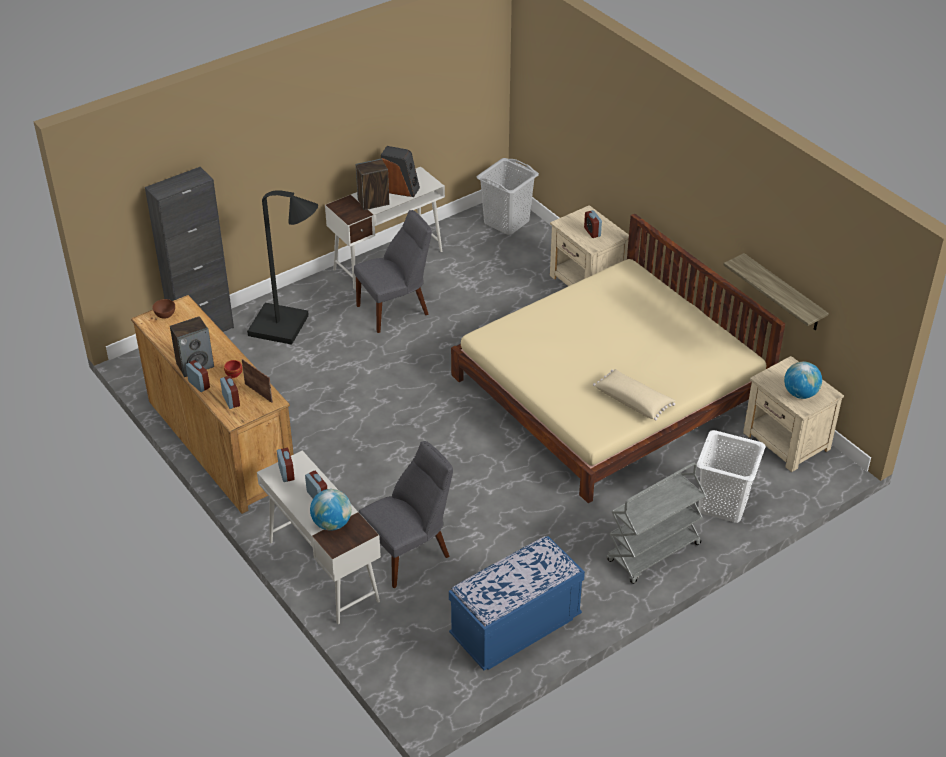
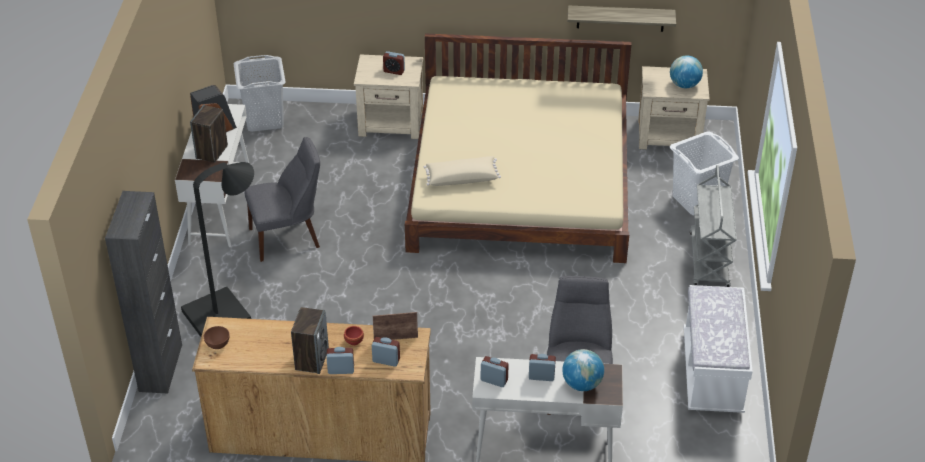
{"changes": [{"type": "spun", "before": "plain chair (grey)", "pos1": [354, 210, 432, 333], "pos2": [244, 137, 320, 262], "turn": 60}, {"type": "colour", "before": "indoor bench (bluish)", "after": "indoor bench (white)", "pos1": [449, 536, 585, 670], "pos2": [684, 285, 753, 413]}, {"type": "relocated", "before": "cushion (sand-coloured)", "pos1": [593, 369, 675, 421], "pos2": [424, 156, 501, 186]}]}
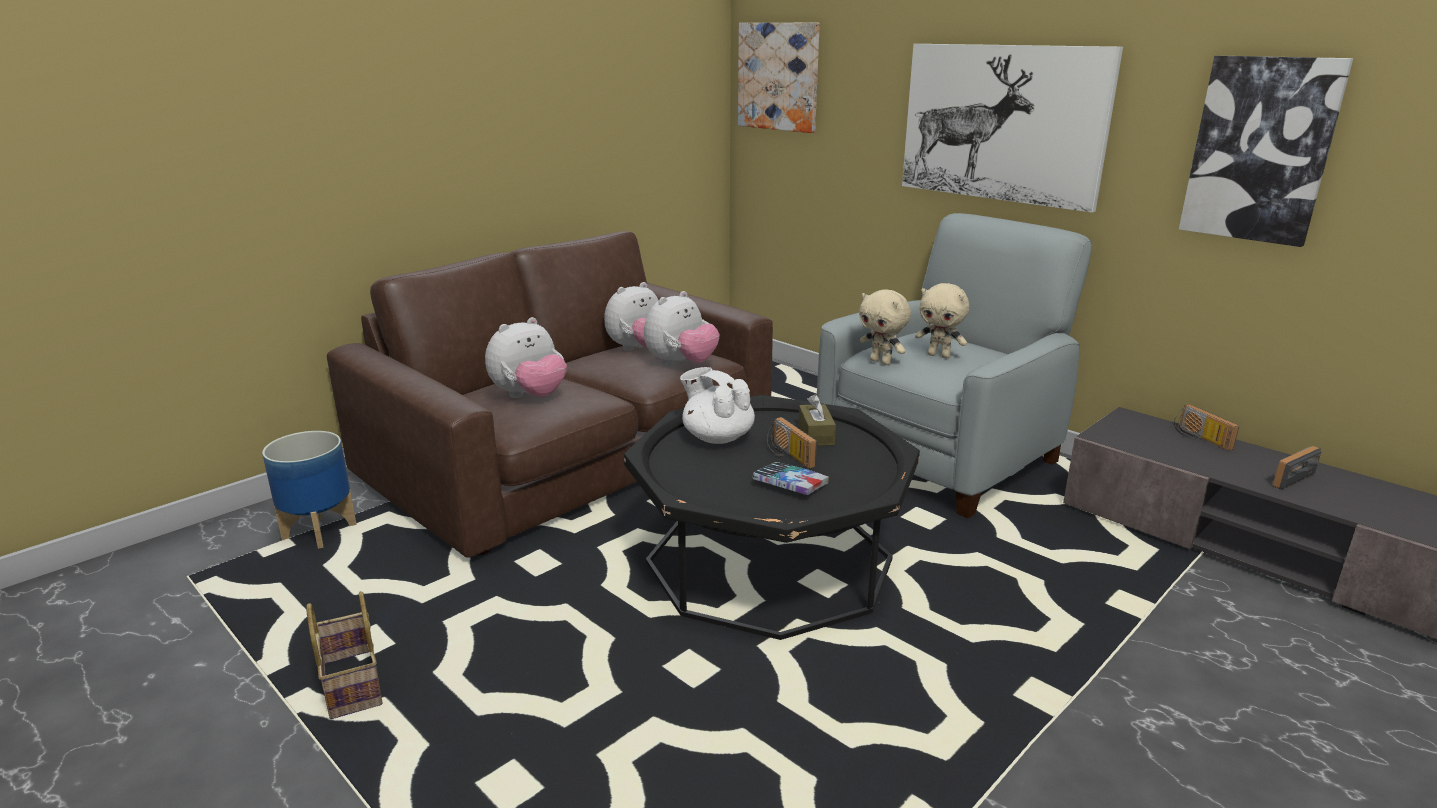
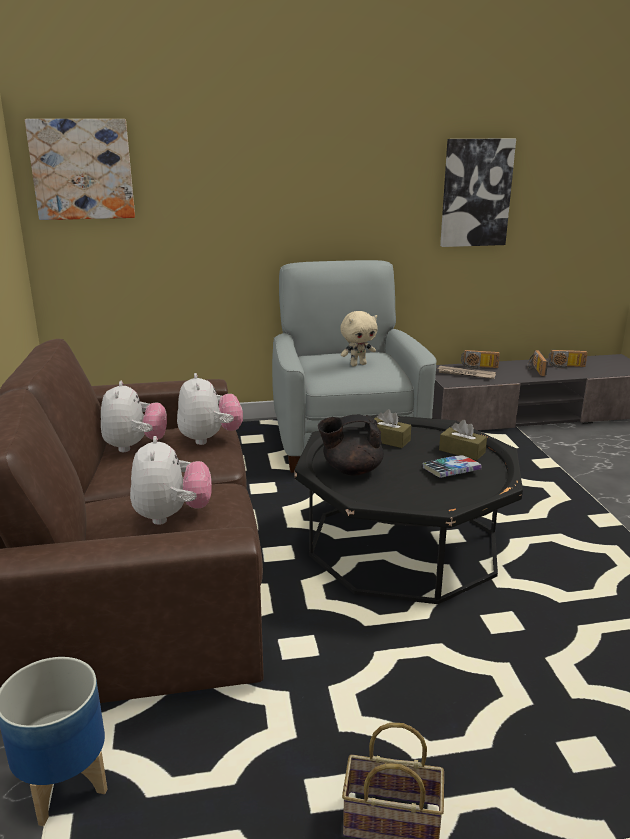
{"changes": [{"type": "colour", "before": "tea pot (white)", "after": "tea pot (black-coloured)", "pos1": [680, 367, 755, 444], "pos2": [318, 415, 384, 476]}, {"type": "relocated", "before": "radio", "pos1": [767, 417, 817, 469], "pos2": [548, 350, 587, 368]}, {"type": "missing", "before": "plush toy (sand-coloured)", "pos1": [859, 289, 911, 365]}, {"type": "missing", "before": "picture", "pos1": [902, 44, 1123, 213]}, {"type": "appeared", "after": "printed paper", "pos2": [437, 366, 496, 379]}, {"type": "appeared", "after": "box of tissues (brownish)", "pos2": [439, 420, 487, 460]}]}
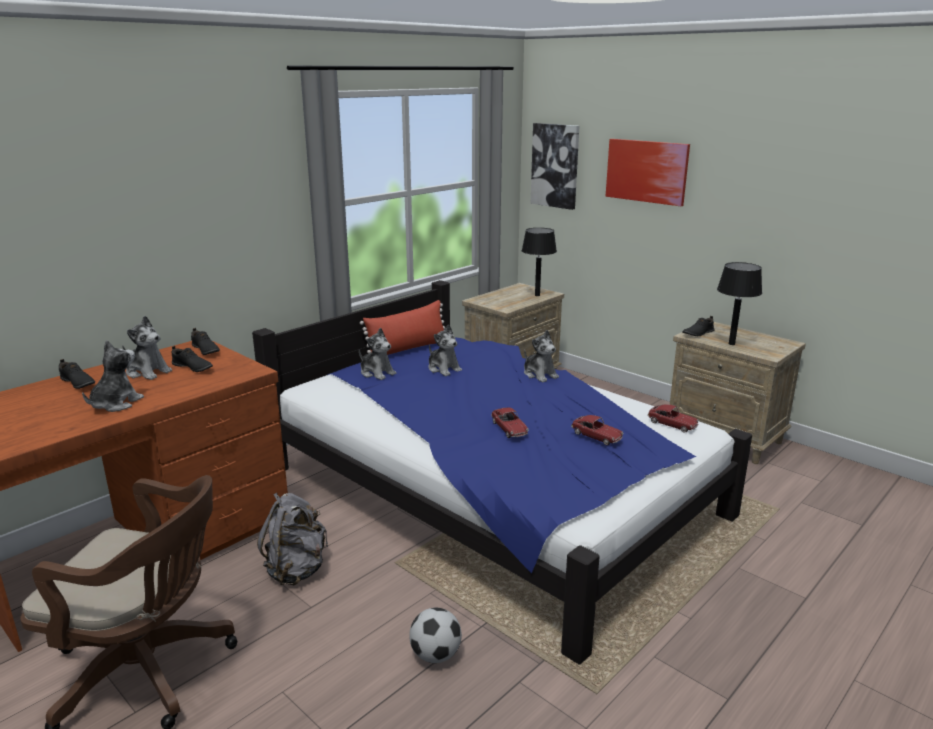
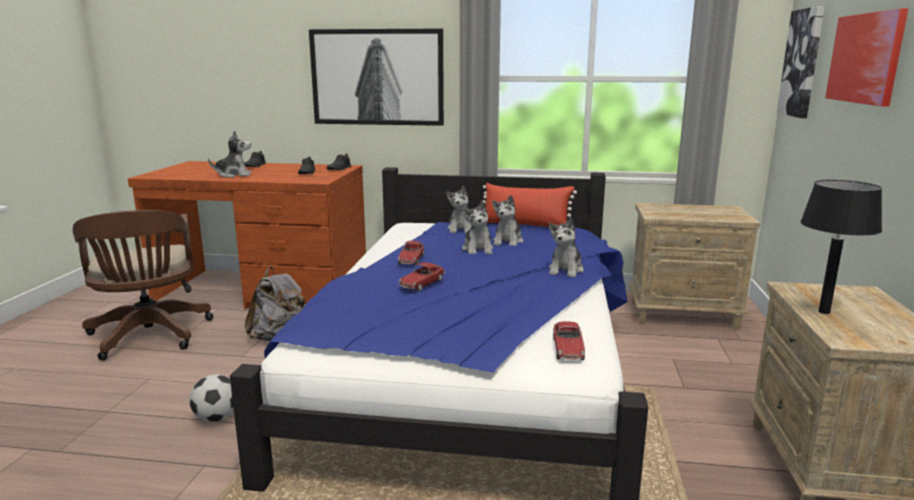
{"changes": [{"type": "relocated", "before": "plush toy", "pos1": [122, 316, 172, 380], "pos2": [462, 201, 493, 254]}, {"type": "missing", "before": "tabletop lamp (black-coloured)", "pos1": [522, 228, 557, 296]}, {"type": "relocated", "before": "miniature car", "pos1": [571, 415, 624, 445], "pos2": [398, 241, 425, 265]}, {"type": "missing", "before": "low shoe (black-coloured)", "pos1": [682, 316, 714, 336]}, {"type": "appeared", "after": "picture", "pos2": [309, 29, 444, 126]}]}
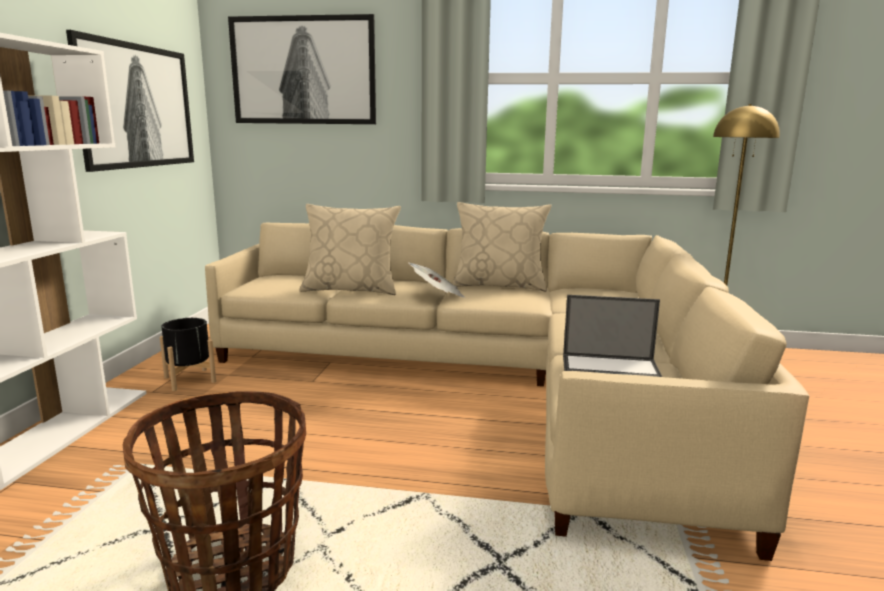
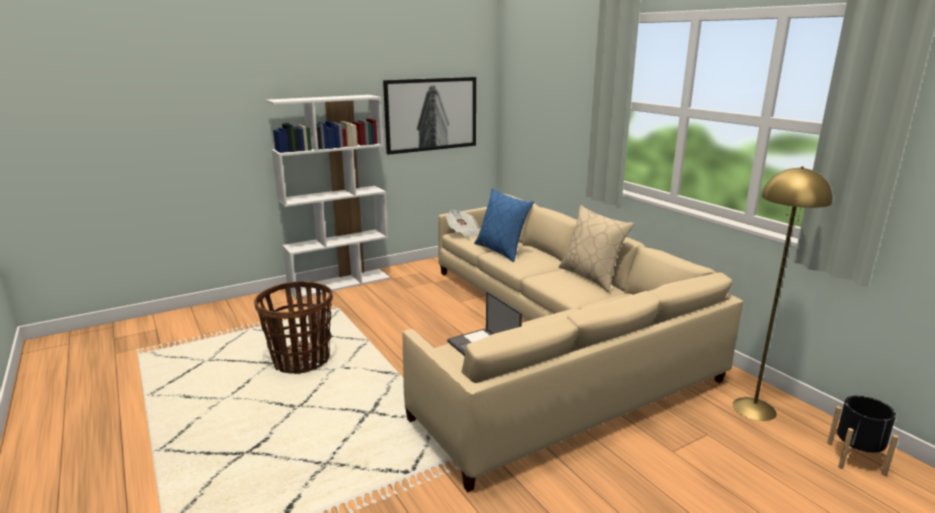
{"changes": [{"type": "relocated", "before": "plant pot (black-coloured)", "pos1": [160, 318, 216, 391], "pos2": [827, 396, 899, 476]}, {"type": "missing", "before": "picture", "pos1": [228, 14, 376, 124]}, {"type": "colour", "before": "cushion (sand-coloured)", "after": "cushion (bluish)", "pos1": [299, 204, 401, 295], "pos2": [474, 188, 534, 262]}, {"type": "relocated", "before": "printed paper", "pos1": [408, 262, 465, 298], "pos2": [446, 210, 480, 238]}]}
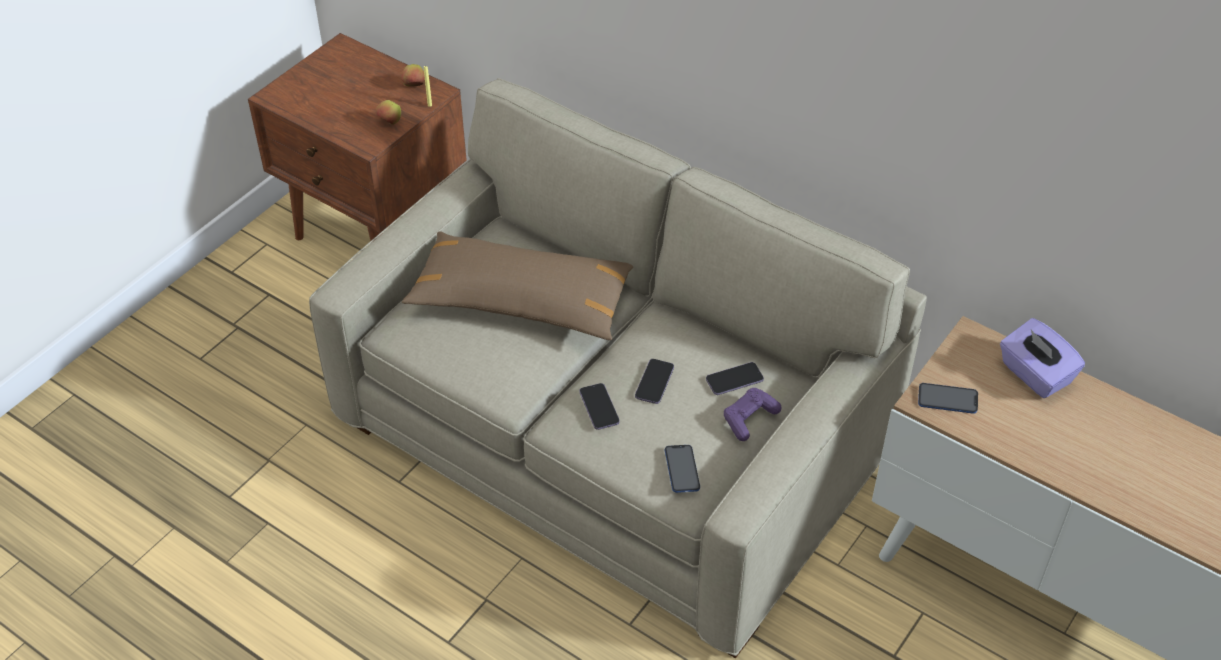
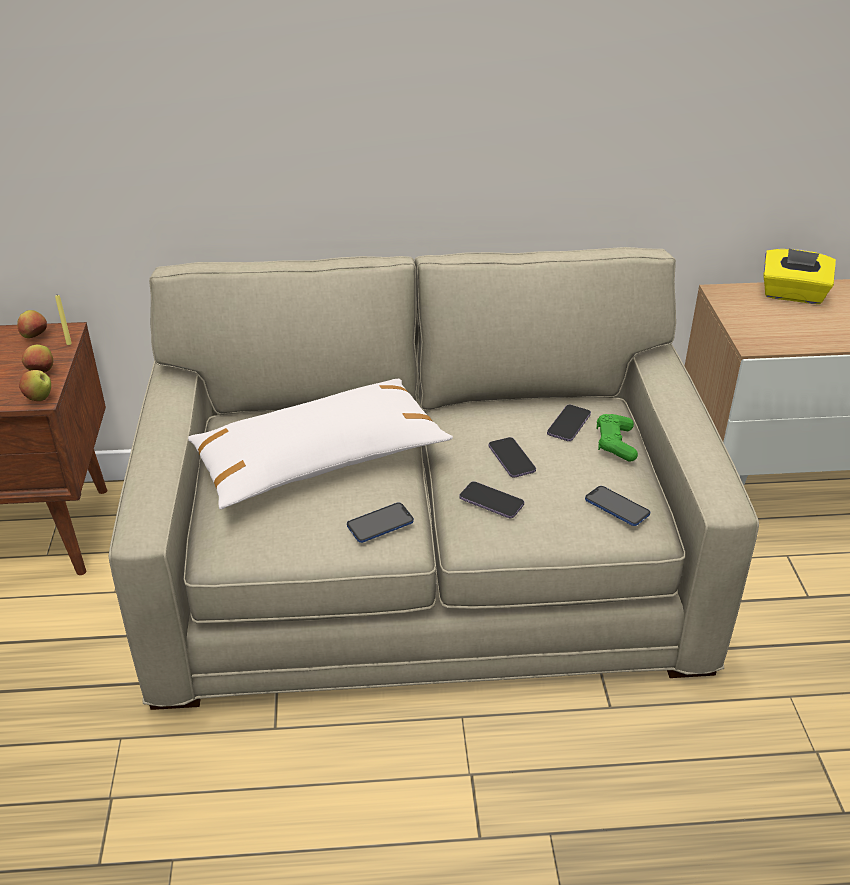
{"changes": [{"type": "colour", "before": "cushion (brownish)", "after": "cushion (white)", "pos1": [402, 231, 633, 340], "pos2": [188, 379, 453, 509]}, {"type": "colour", "before": "game controller (purple-coloured)", "after": "game controller (greenish)", "pos1": [724, 388, 782, 441], "pos2": [597, 414, 638, 462]}, {"type": "relocated", "before": "telephone", "pos1": [918, 383, 978, 414], "pos2": [347, 502, 414, 543]}, {"type": "colour", "before": "box of tissues (purple-coloured)", "after": "box of tissues (yellow-coloured)", "pos1": [1000, 318, 1085, 398], "pos2": [763, 248, 836, 304]}, {"type": "appeared", "after": "whole apple", "pos2": [19, 370, 51, 401]}]}
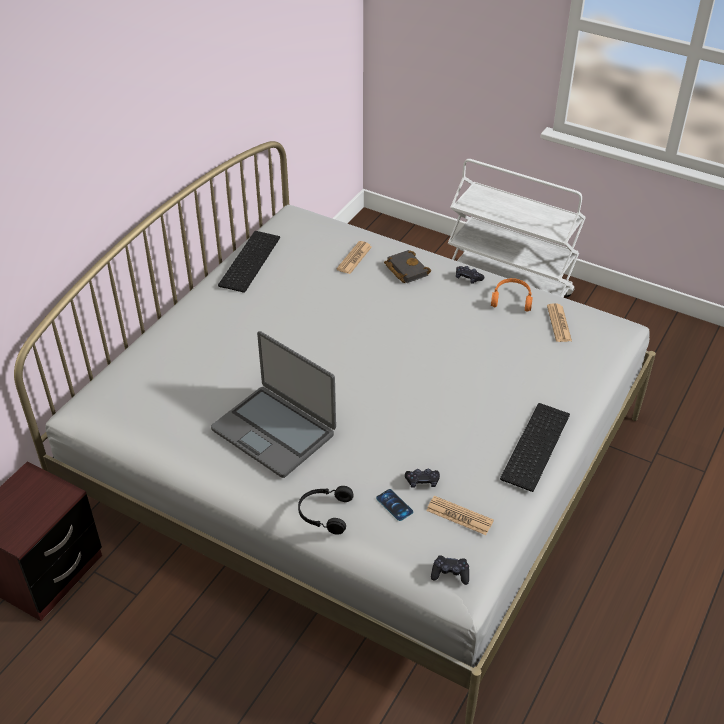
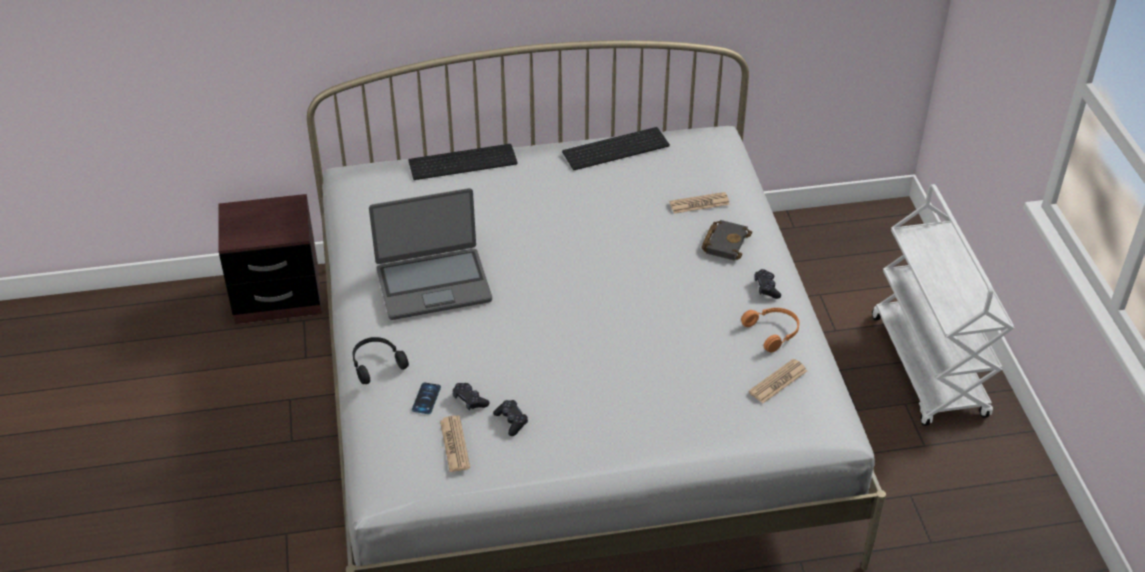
{"changes": [{"type": "spun", "before": "notebook computer", "pos1": [211, 331, 336, 478], "pos2": [369, 188, 492, 320], "turn": -105}, {"type": "relocated", "before": "game controller (black-coloured)", "pos1": [431, 555, 469, 585], "pos2": [493, 400, 528, 436]}, {"type": "relocated", "before": "PC keyboard", "pos1": [500, 403, 570, 492], "pos2": [408, 144, 518, 180]}]}
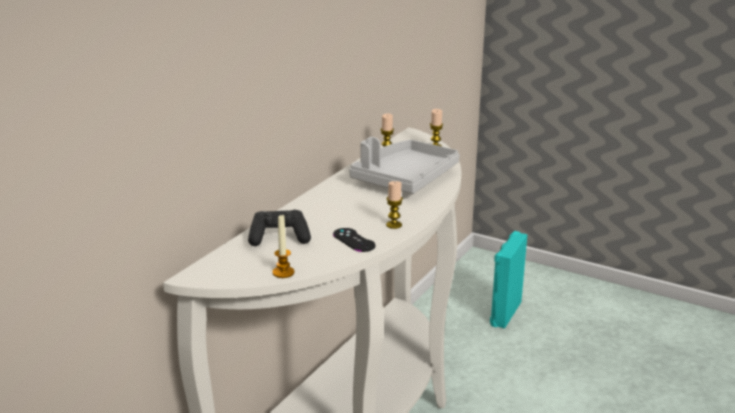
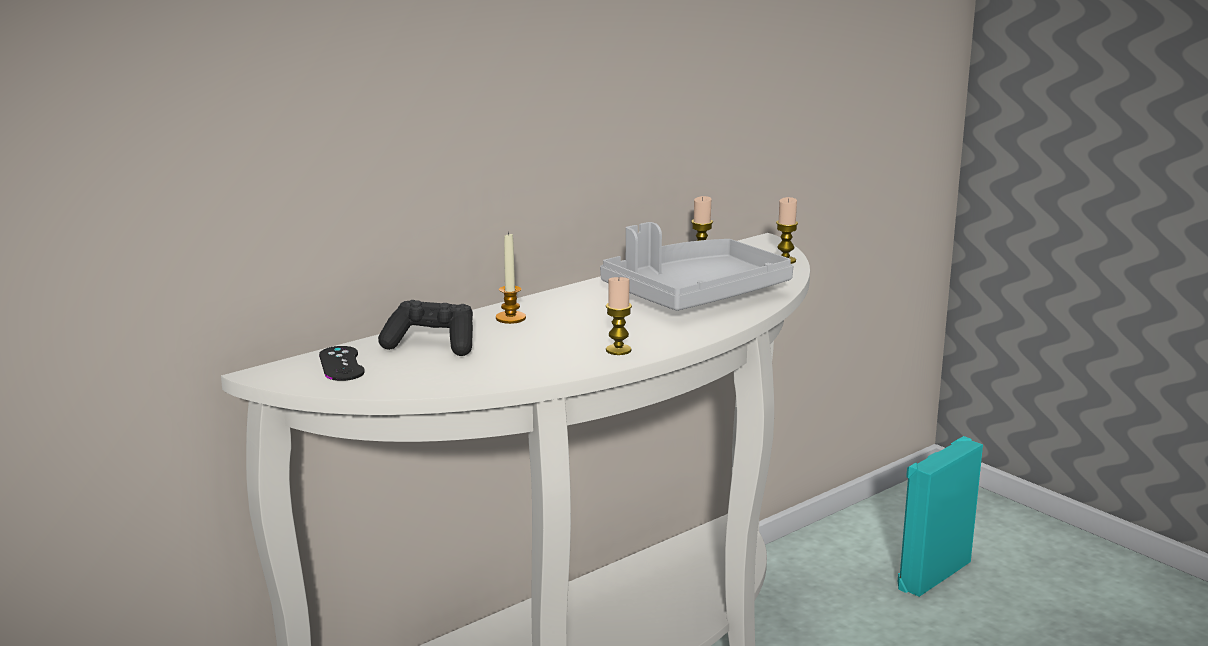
{"changes": [{"type": "relocated", "before": "wax light", "pos1": [272, 215, 294, 278], "pos2": [496, 232, 526, 324]}, {"type": "relocated", "before": "game controller (black-coloured)", "pos1": [333, 228, 375, 252], "pos2": [319, 346, 365, 381]}]}
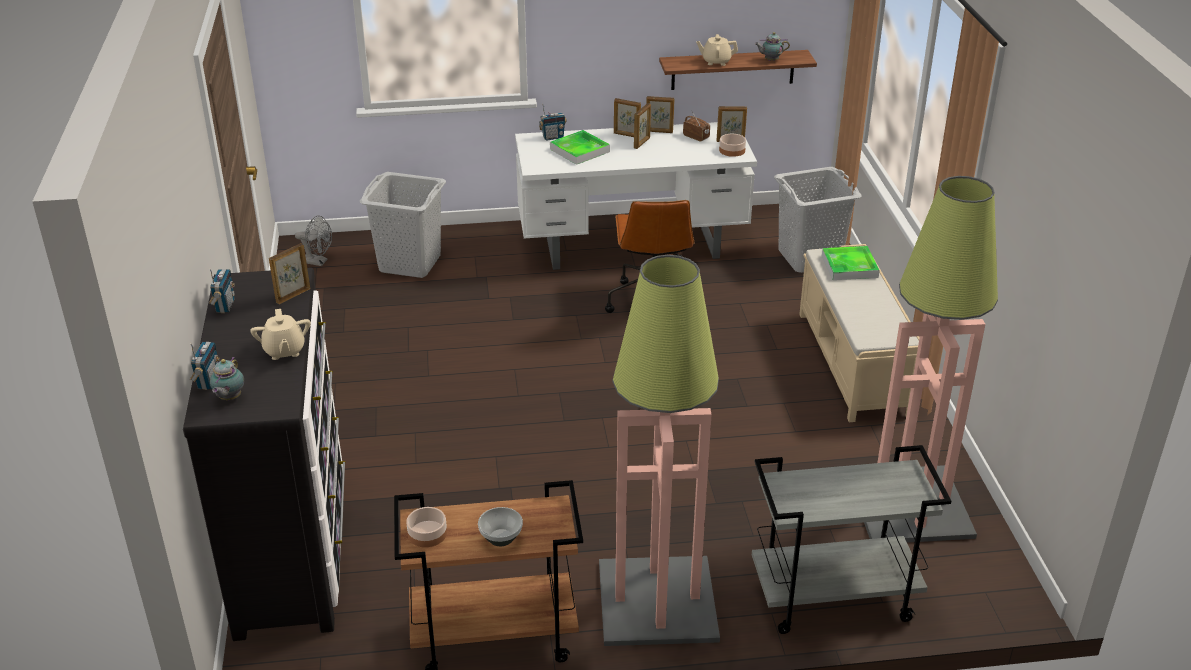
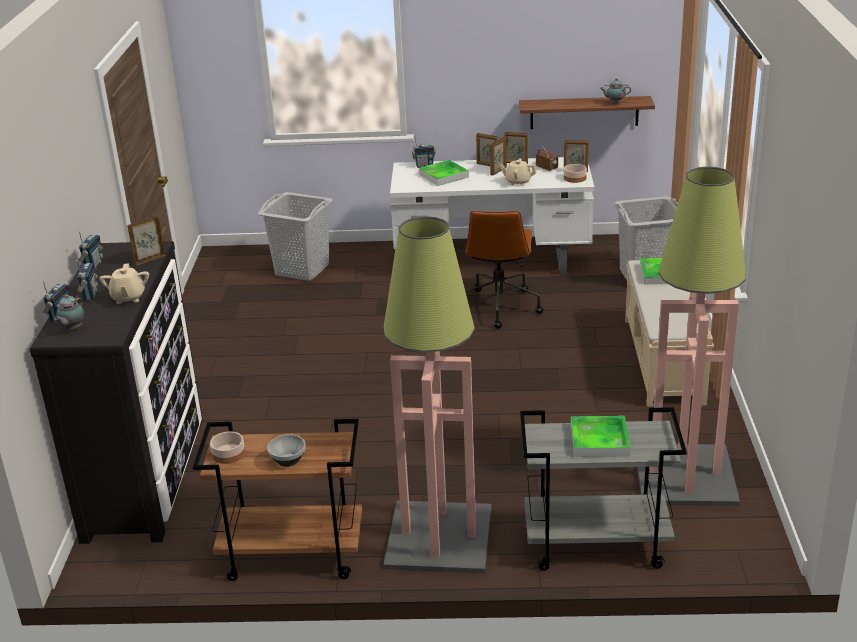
{"changes": [{"type": "missing", "before": "fan (grey)", "pos1": [295, 215, 332, 266]}, {"type": "relocated", "before": "tea pot (sand-coloured)", "pos1": [696, 34, 738, 66], "pos2": [499, 158, 537, 186]}, {"type": "appeared", "after": "radio", "pos2": [76, 260, 98, 300]}, {"type": "appeared", "after": "carrying tray", "pos2": [571, 416, 631, 457]}]}
